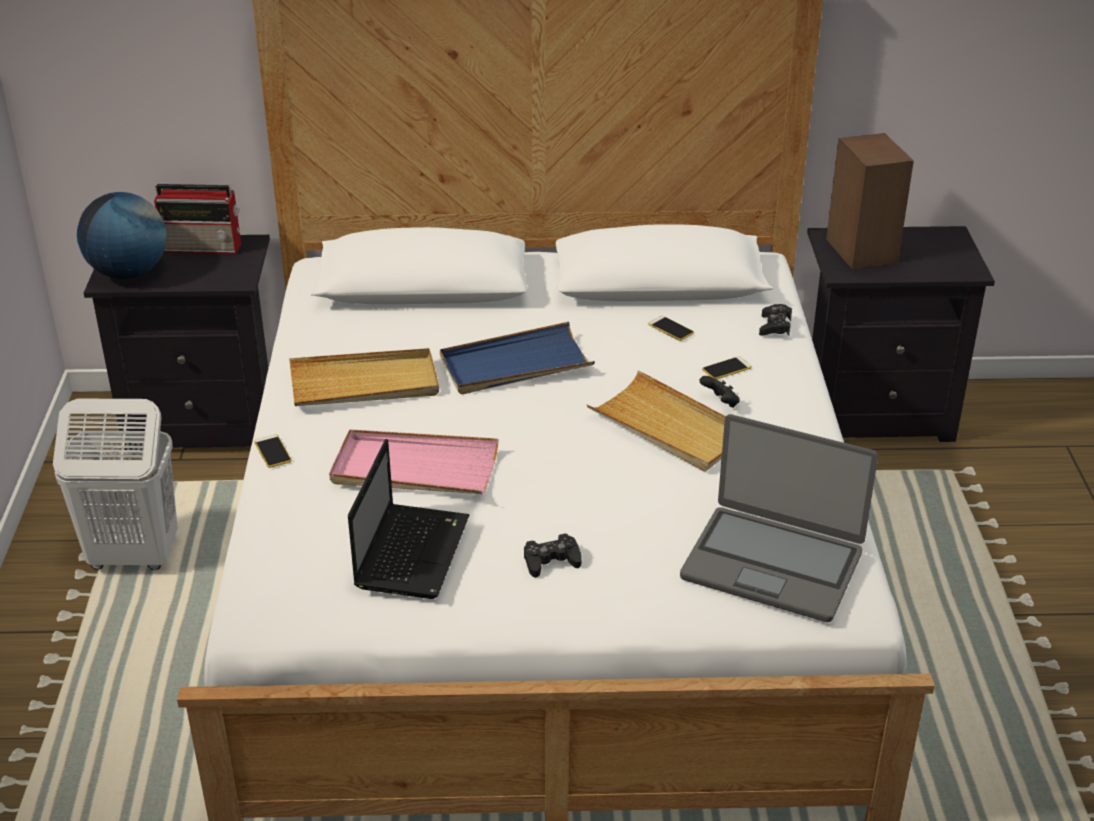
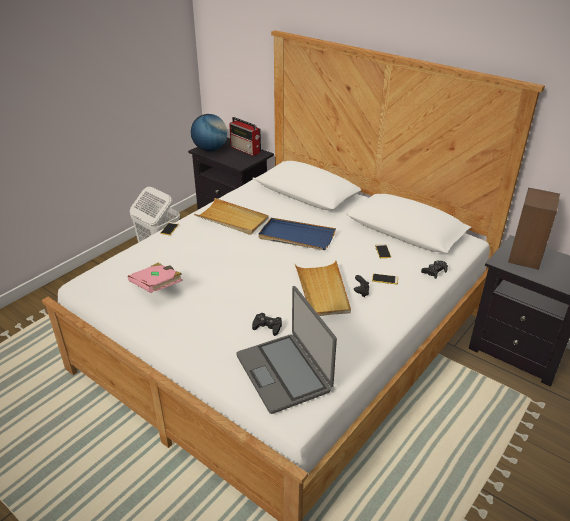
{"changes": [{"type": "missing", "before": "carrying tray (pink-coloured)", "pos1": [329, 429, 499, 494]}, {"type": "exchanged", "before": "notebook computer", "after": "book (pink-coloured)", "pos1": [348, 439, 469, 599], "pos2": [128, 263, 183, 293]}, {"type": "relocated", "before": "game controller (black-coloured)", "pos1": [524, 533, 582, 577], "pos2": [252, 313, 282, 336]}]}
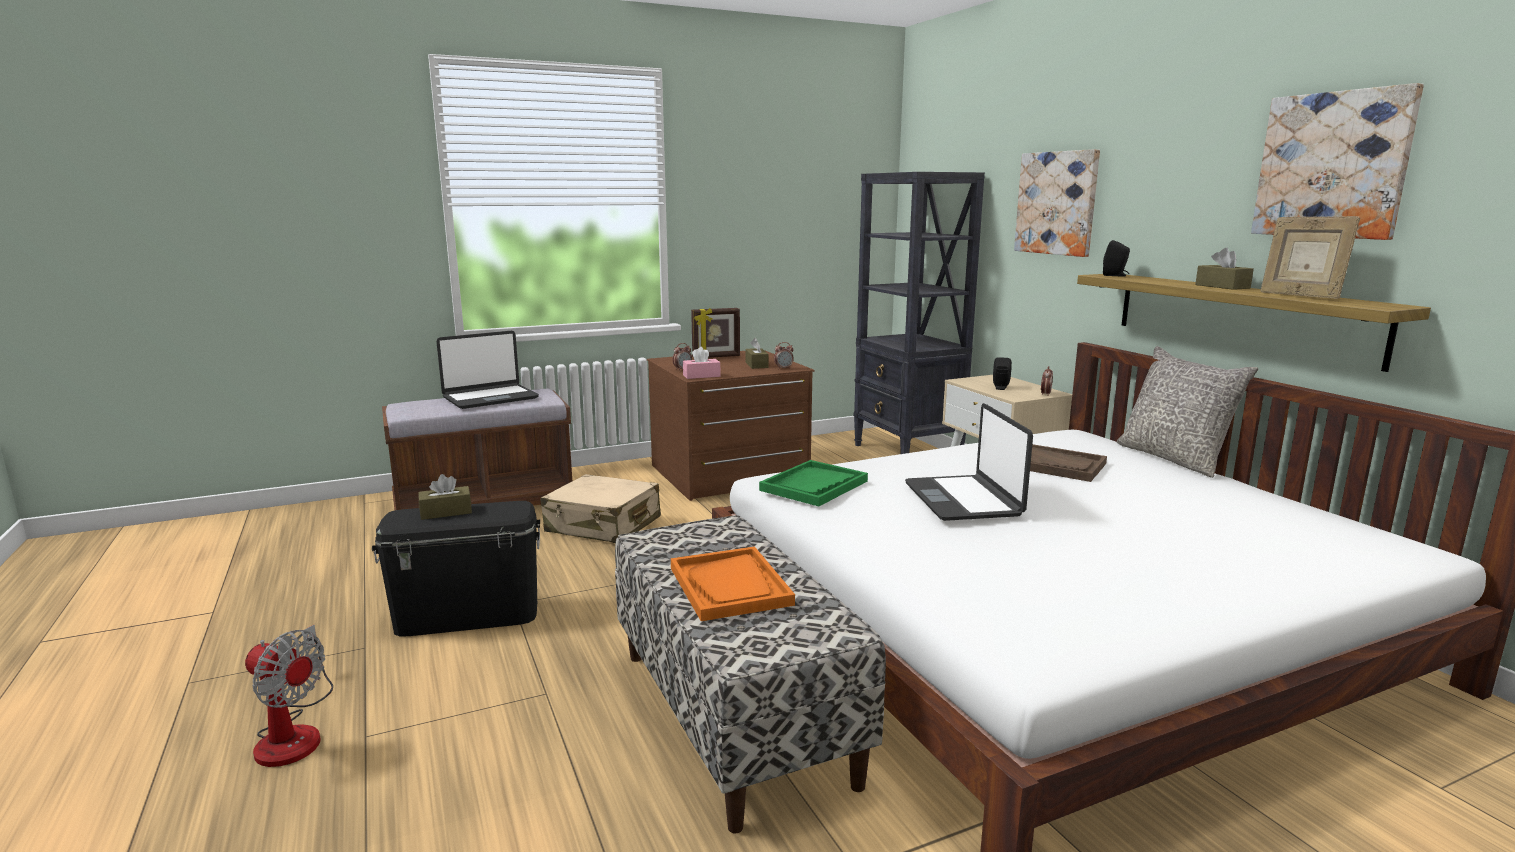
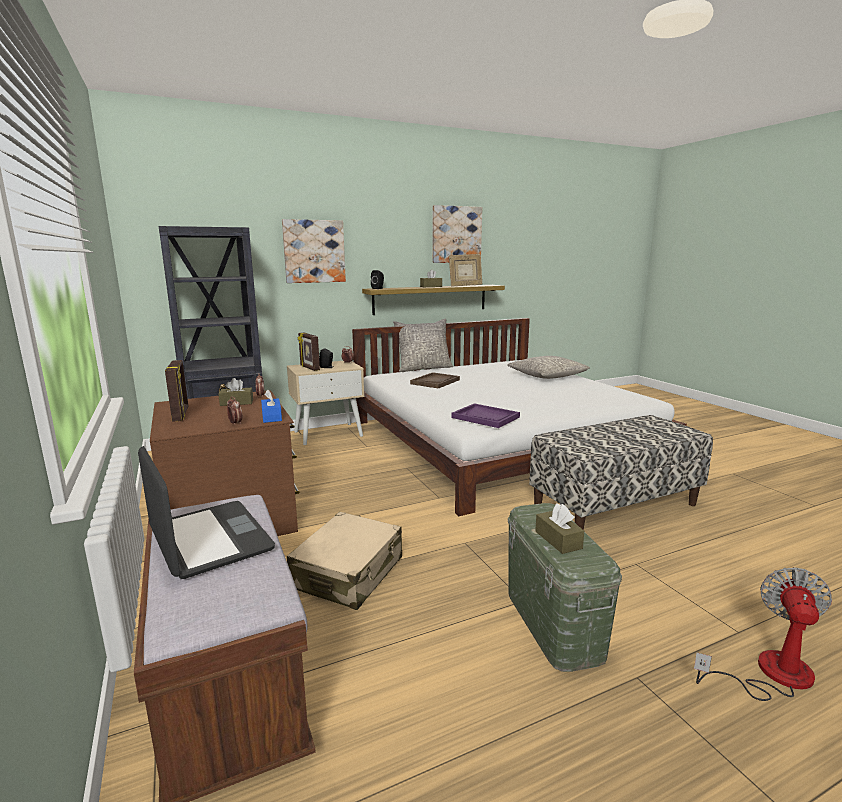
{"changes": [{"type": "colour", "before": "storage box (black-coloured)", "after": "storage box (greenish)", "pos1": [372, 501, 540, 636], "pos2": [508, 503, 622, 672]}, {"type": "missing", "before": "carrying tray (orange-coloured)", "pos1": [671, 546, 795, 621]}, {"type": "colour", "before": "box of tissues (pink-coloured)", "after": "box of tissues (bluish)", "pos1": [683, 347, 720, 379], "pos2": [261, 390, 282, 423]}, {"type": "colour", "before": "carrying tray (greenish)", "after": "carrying tray (purple-coloured)", "pos1": [759, 460, 868, 506], "pos2": [452, 403, 520, 428]}, {"type": "missing", "before": "notebook computer", "pos1": [905, 403, 1033, 521]}, {"type": "appeared", "after": "picture frame", "pos2": [298, 333, 320, 371]}, {"type": "appeared", "after": "cushion (grey)", "pos2": [507, 356, 590, 379]}]}
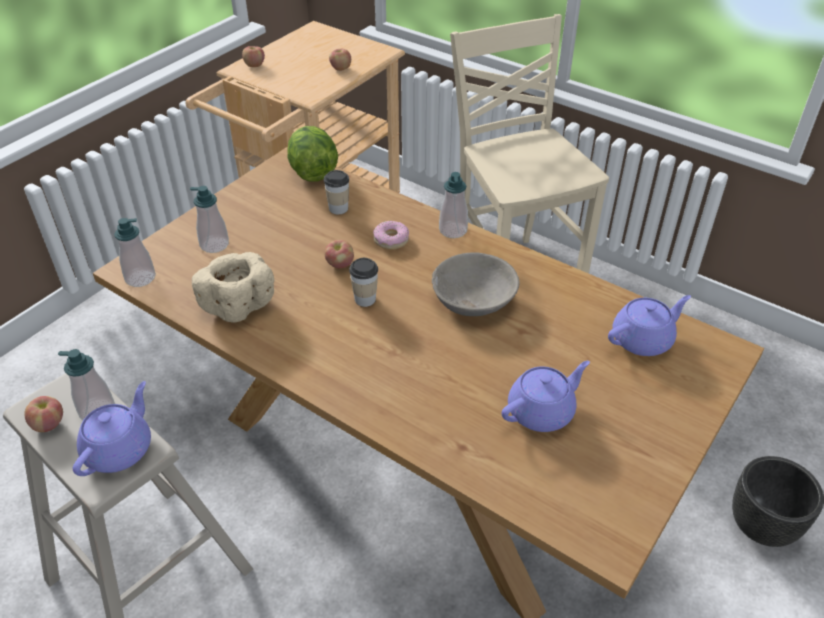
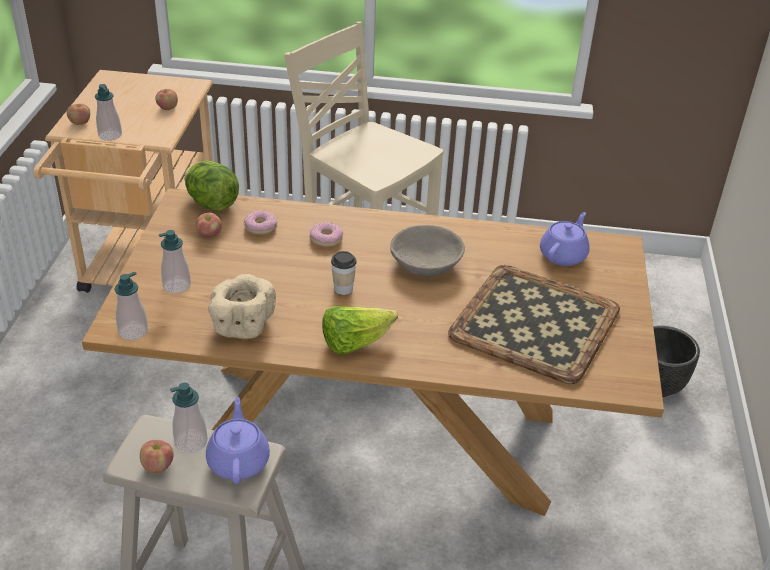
{"changes": [{"type": "exchanged", "before": "small cup", "after": "donut", "pos1": [324, 170, 349, 214], "pos2": [244, 210, 277, 235]}, {"type": "relocated", "before": "whole apple", "pos1": [324, 240, 354, 269], "pos2": [196, 213, 222, 238]}, {"type": "relocated", "before": "soap dispenser", "pos1": [439, 172, 468, 238], "pos2": [95, 84, 122, 141]}, {"type": "exchanged", "before": "tea pot (purple-coloured)", "after": "carrying tray", "pos1": [502, 361, 590, 432], "pos2": [448, 265, 620, 384]}, {"type": "appeared", "after": "lettuce head", "pos2": [322, 306, 398, 354]}]}
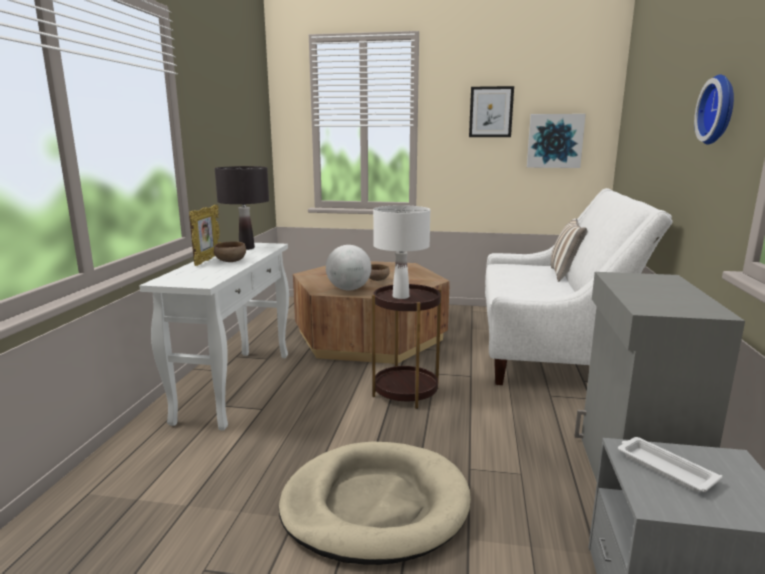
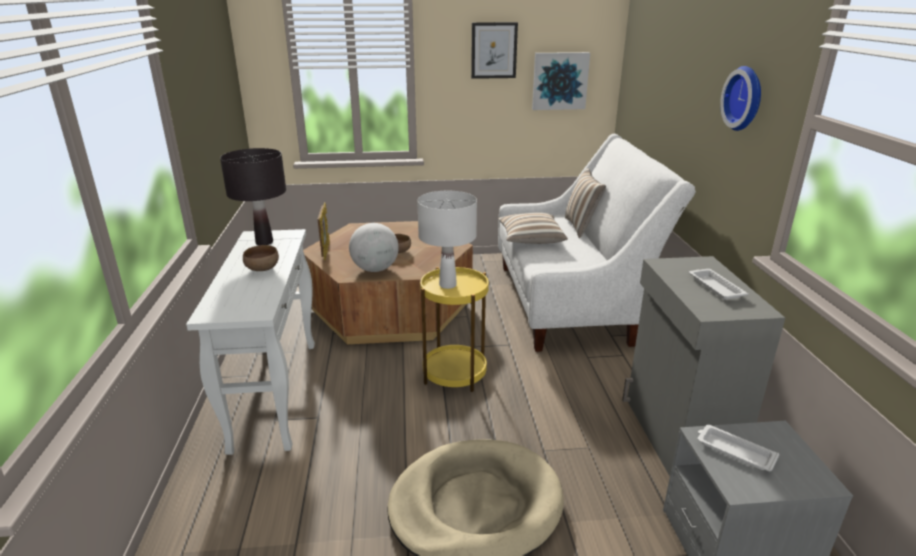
{"changes": [{"type": "relocated", "before": "picture frame", "pos1": [189, 204, 221, 266], "pos2": [318, 202, 330, 261]}, {"type": "colour", "before": "side table (brownish)", "after": "side table (yellow-coloured)", "pos1": [372, 284, 441, 409], "pos2": [420, 267, 489, 392]}, {"type": "appeared", "after": "cushion", "pos2": [498, 213, 568, 244]}, {"type": "appeared", "after": "carrying tray (white)", "pos2": [689, 269, 749, 300]}]}
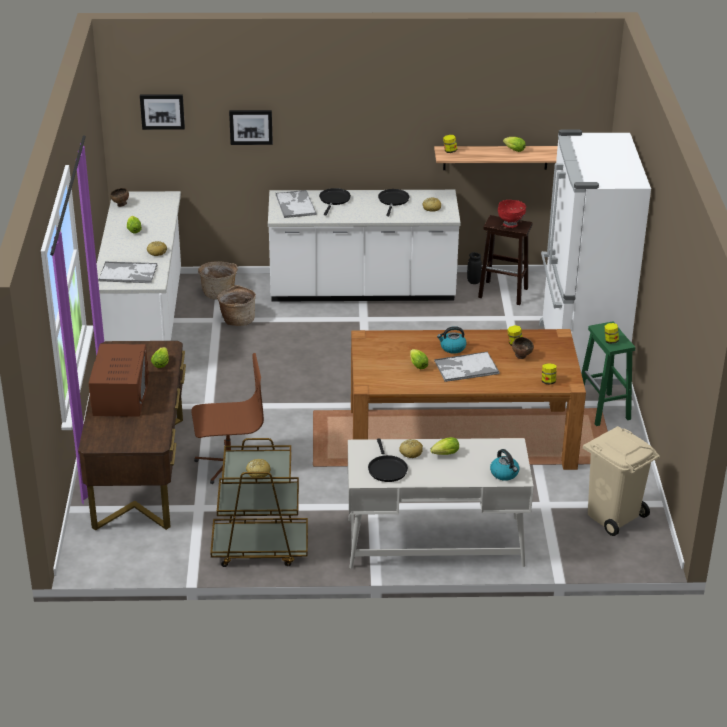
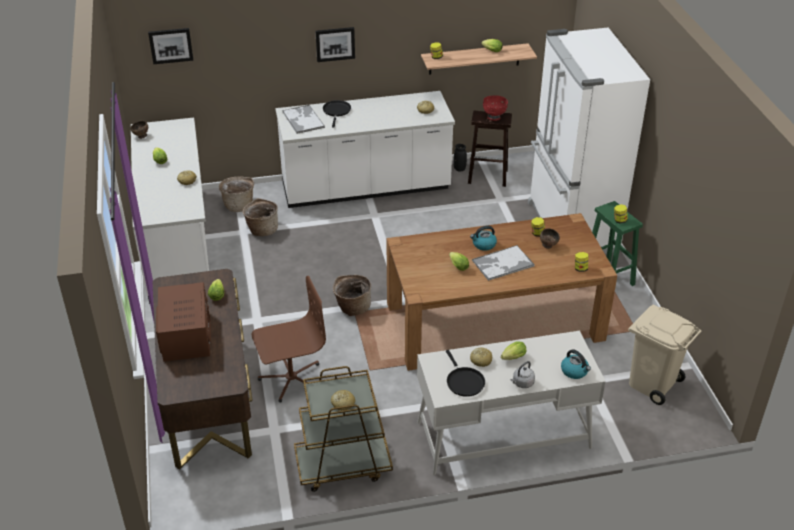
{"changes": [{"type": "missing", "before": "carrying tray", "pos1": [98, 261, 158, 283]}, {"type": "relocated", "before": "picture", "pos1": [229, 110, 273, 145], "pos2": [315, 27, 355, 62]}, {"type": "missing", "before": "skillet (black-coloured)", "pos1": [378, 189, 410, 216]}, {"type": "appeared", "after": "household basket", "pos2": [333, 275, 371, 316]}, {"type": "appeared", "after": "water kettle (grey)", "pos2": [511, 361, 535, 388]}]}
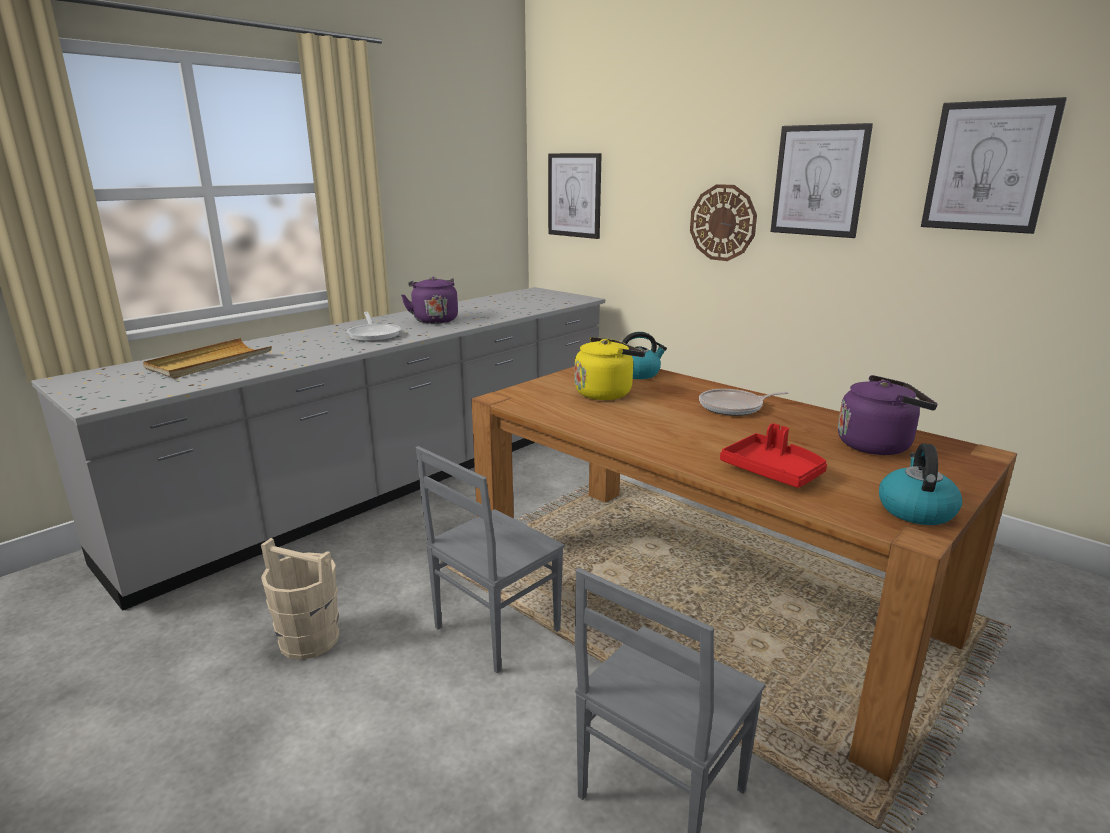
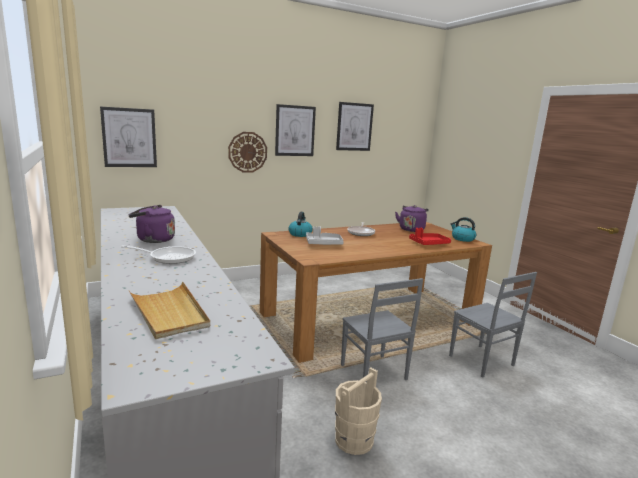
{"changes": [{"type": "exchanged", "before": "water kettle (yellow-coloured)", "after": "carrying tray (grey)", "pos1": [575, 337, 645, 400], "pos2": [306, 226, 344, 245]}]}
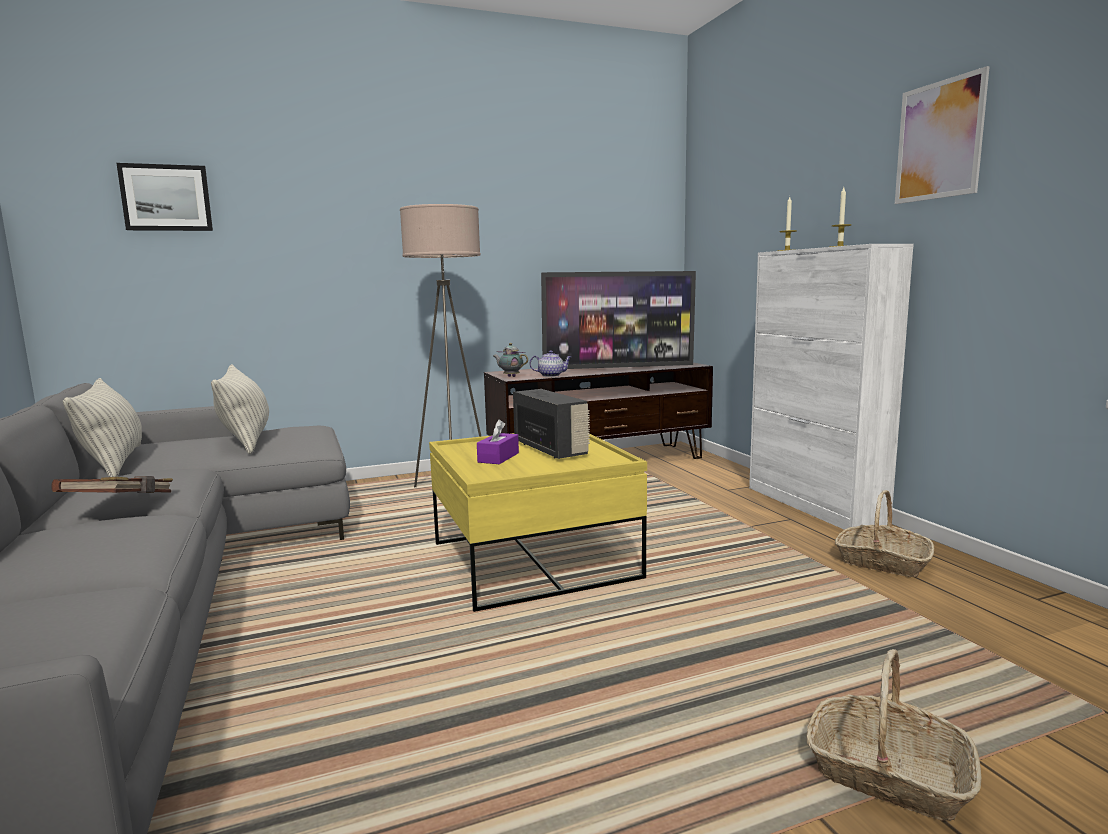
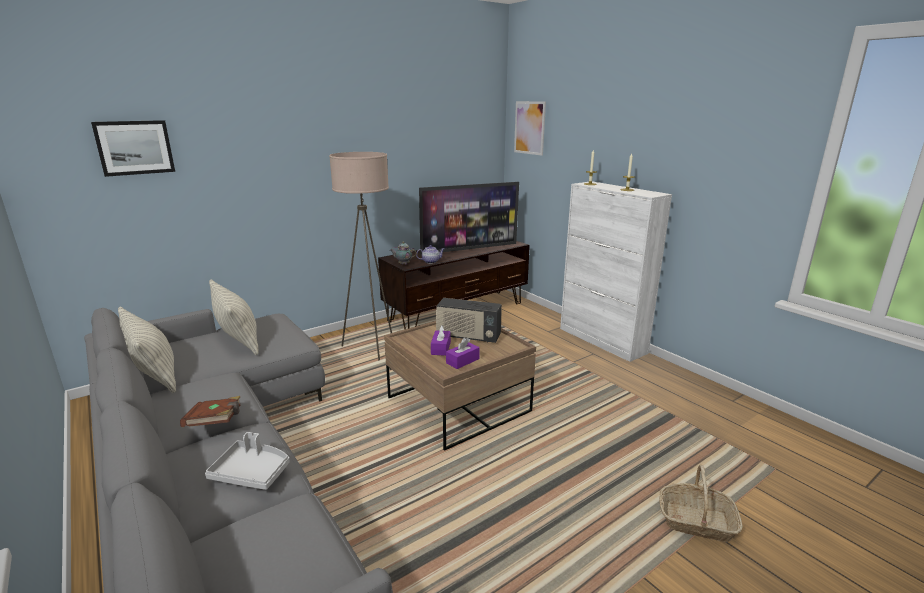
{"changes": [{"type": "colour", "before": "coffee table (yellow-coloured)", "after": "coffee table (brownish)", "pos1": [429, 433, 647, 612], "pos2": [384, 321, 536, 451]}, {"type": "spun", "before": "radio", "pos1": [513, 389, 590, 459], "pos2": [436, 298, 502, 343], "turn": 150}, {"type": "missing", "before": "household basket", "pos1": [835, 490, 934, 577]}, {"type": "relocated", "before": "picture", "pos1": [895, 66, 990, 204], "pos2": [514, 101, 546, 156]}, {"type": "appeared", "after": "carrying tray (grey)", "pos2": [205, 432, 290, 490]}, {"type": "appeared", "after": "box of tissues (purple-coloured)", "pos2": [446, 338, 480, 369]}]}
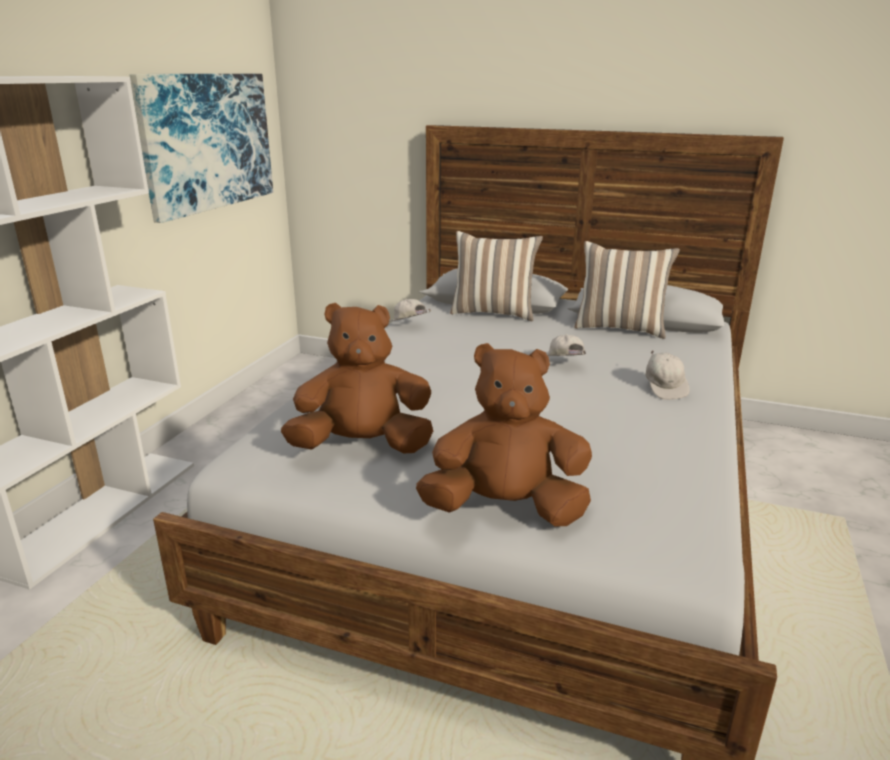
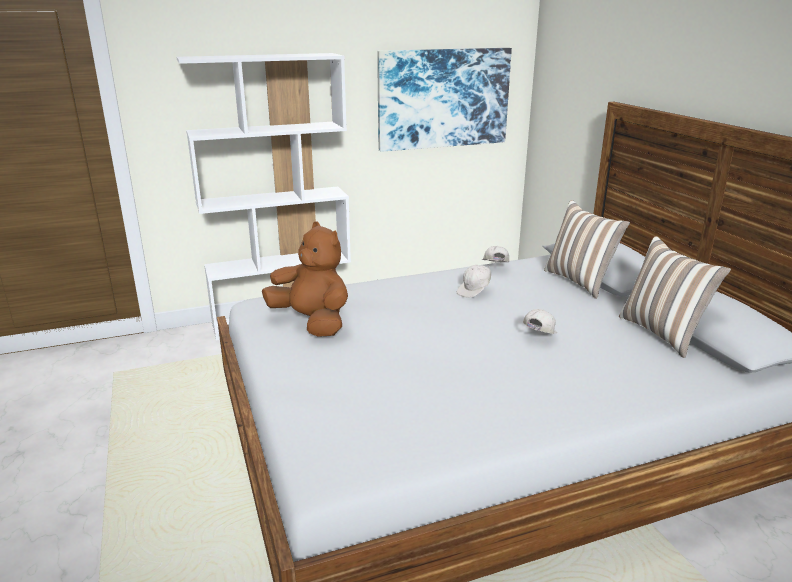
{"changes": [{"type": "missing", "before": "plush toy (brownish)", "pos1": [416, 343, 592, 526]}, {"type": "relocated", "before": "cap (white)", "pos1": [645, 350, 690, 400], "pos2": [457, 265, 491, 298]}]}
